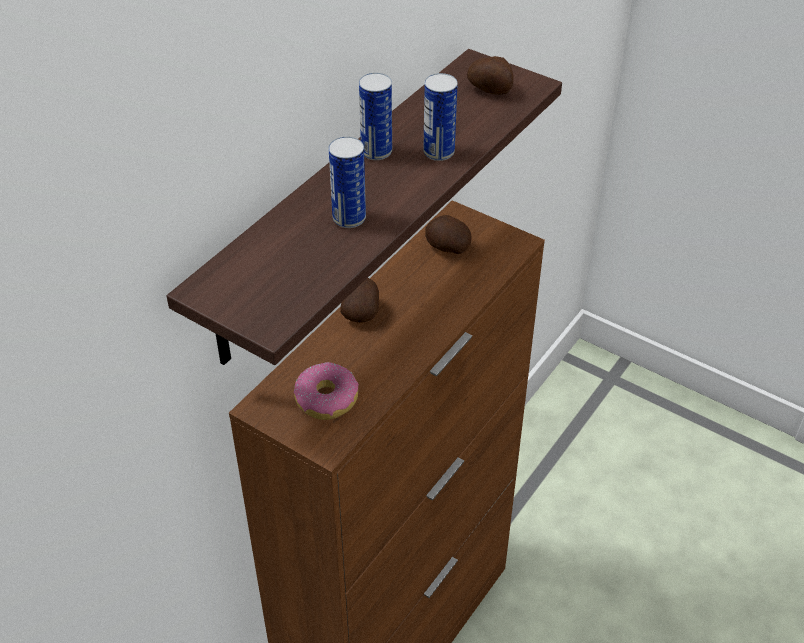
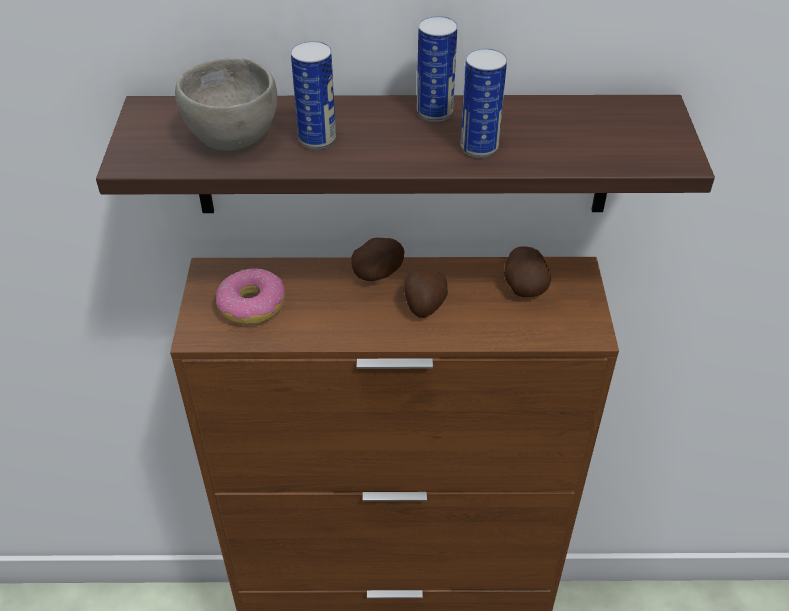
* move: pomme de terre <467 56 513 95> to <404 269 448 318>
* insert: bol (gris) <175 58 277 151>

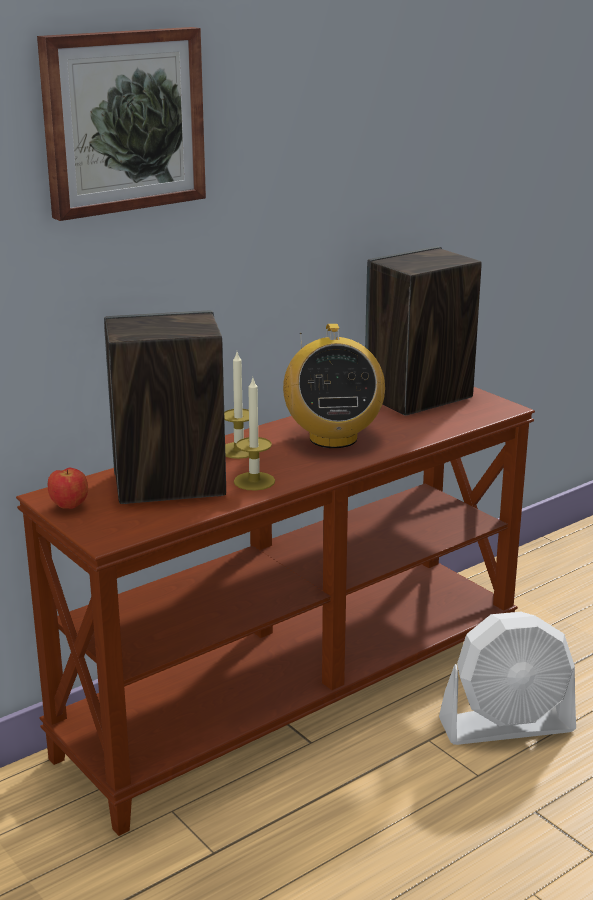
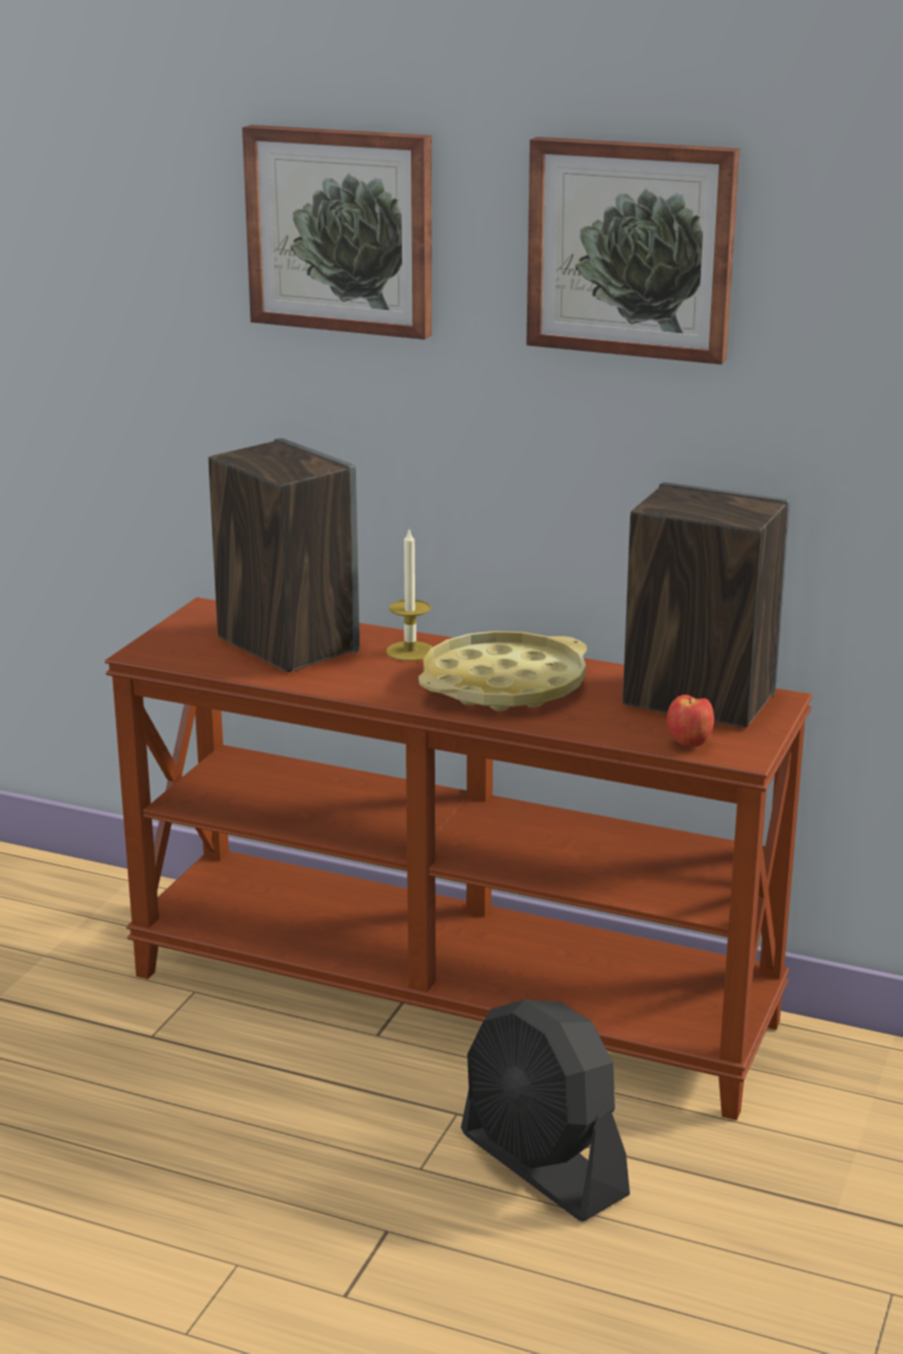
* move: pomme <48 467 88 509> to <667 695 714 747>
* delete: bougie <234 376 275 491>
* replace: radio <283 324 385 448> to plateau (jaune) <419 631 587 711>
* recolor: ventilateur (blanc) <439 612 576 745> to ventilateur (noir) <461 1000 630 1222>
* insert: tableau <527 137 740 365>

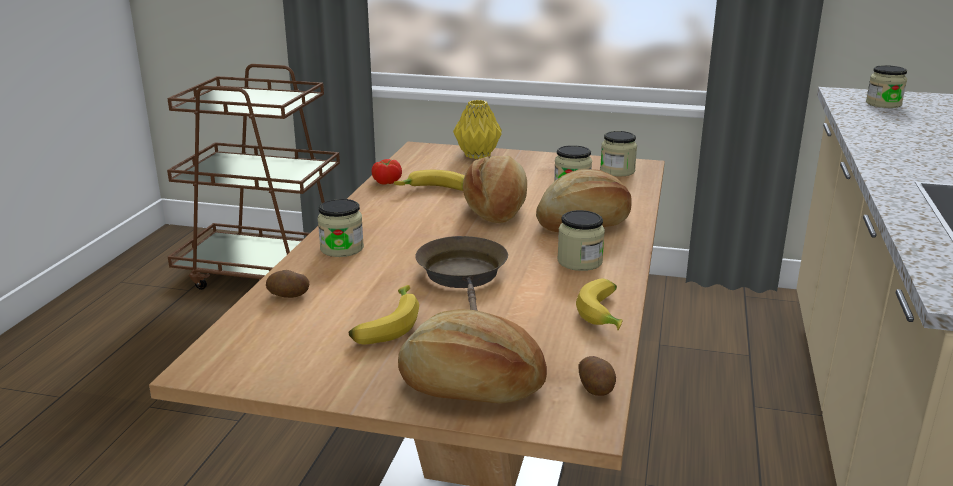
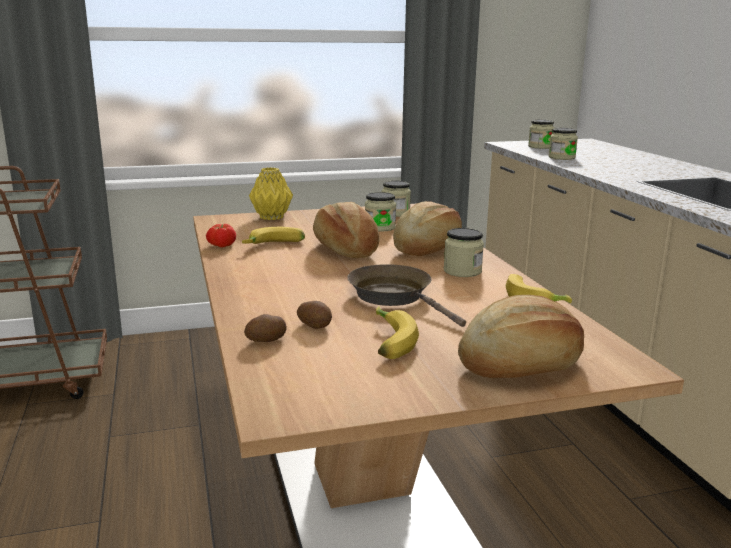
* move: bocal <318 199 364 257> to <549 128 578 160>
* move: pomme de terre <579 356 616 396> to <297 301 332 329>

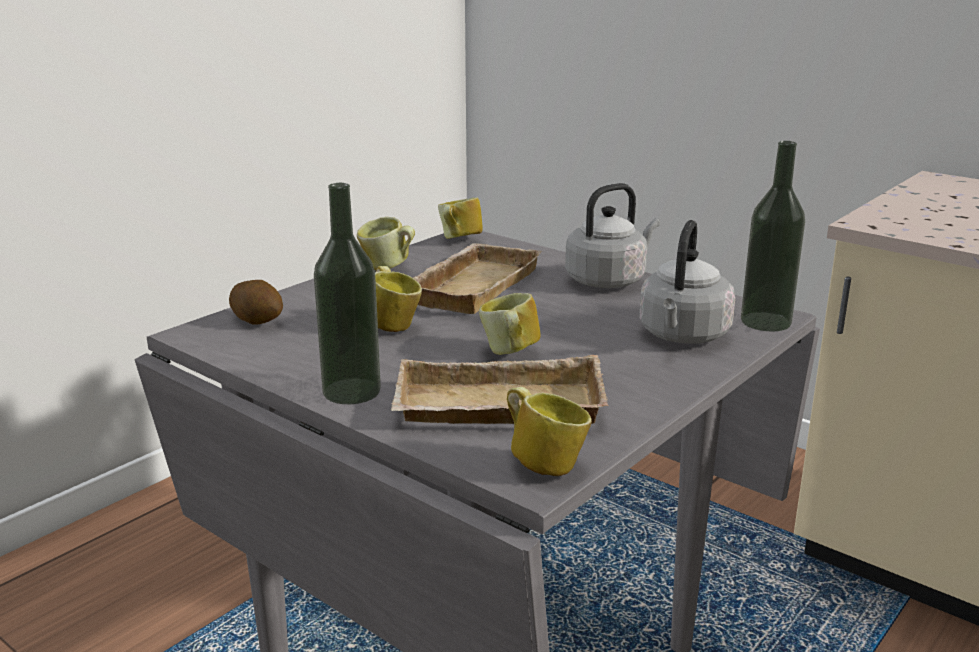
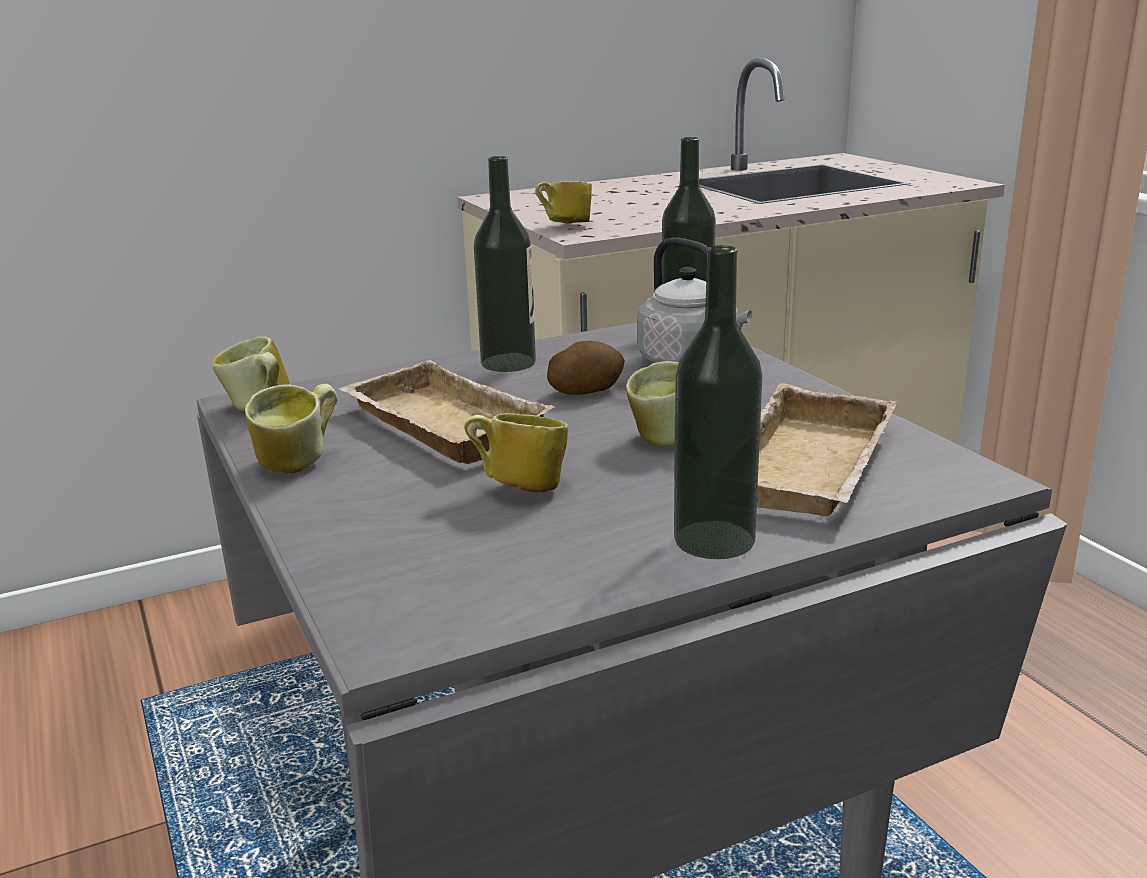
* move: pomme de terre <229 280 283 325> to <547 341 625 395>
* move: mug <507 387 592 476> to <535 181 592 224>
* replace: bouilloire (gris) <565 183 660 288> to bouteille <474 156 536 372>

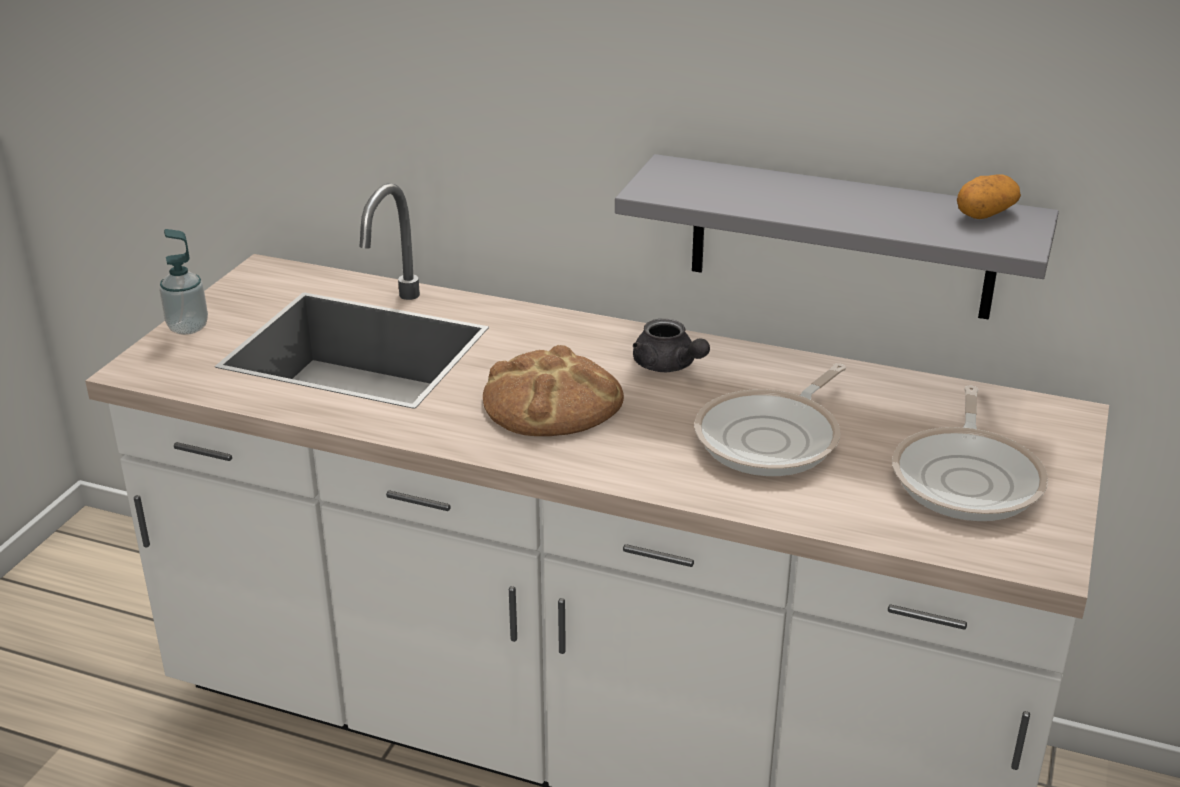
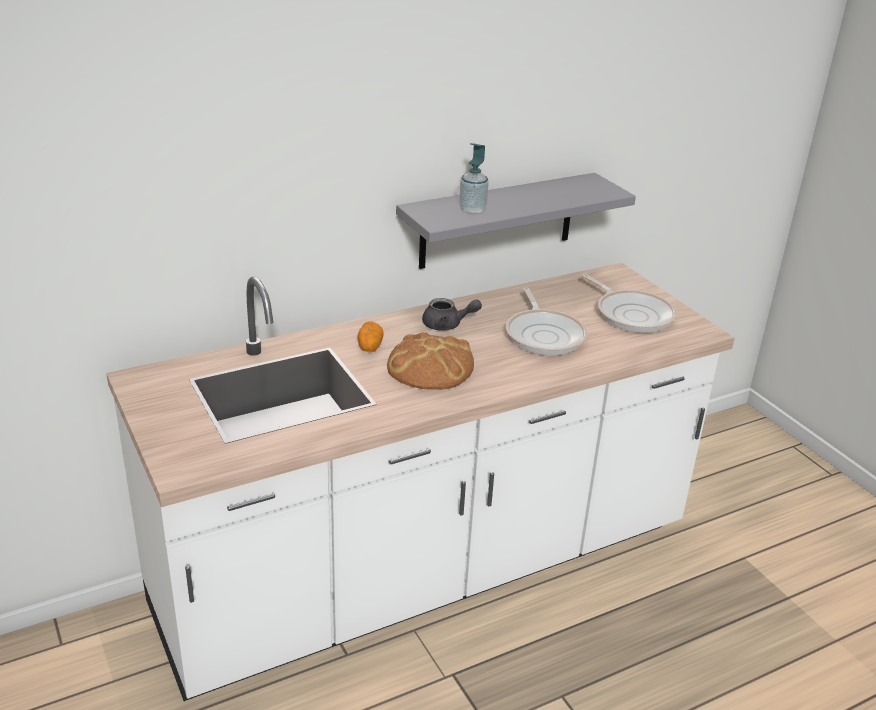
* move: distributeur de savon <159 229 208 335> to <459 143 489 214>
* move: pomme de terre <957 174 1021 219> to <357 321 384 352>

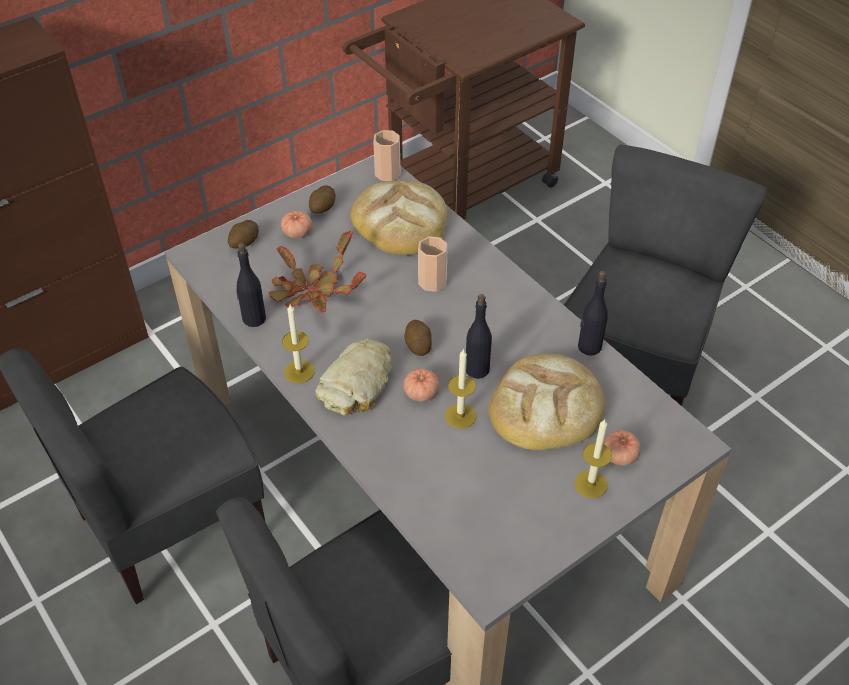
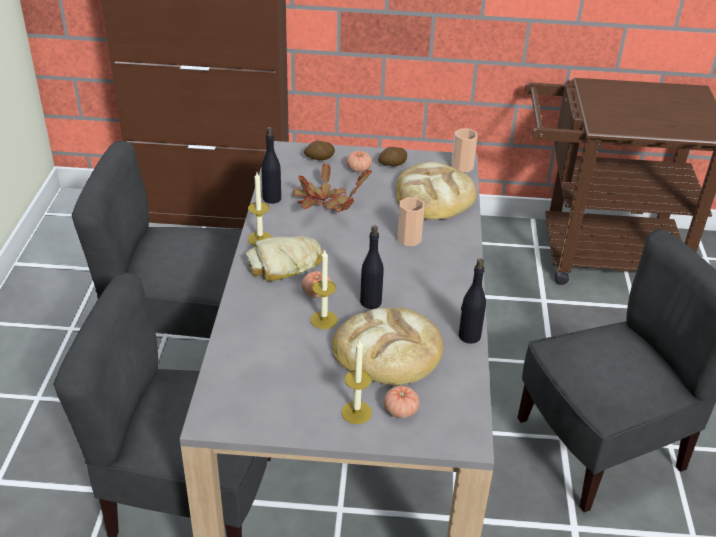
* delete: pomme de terre <404 320 432 356>

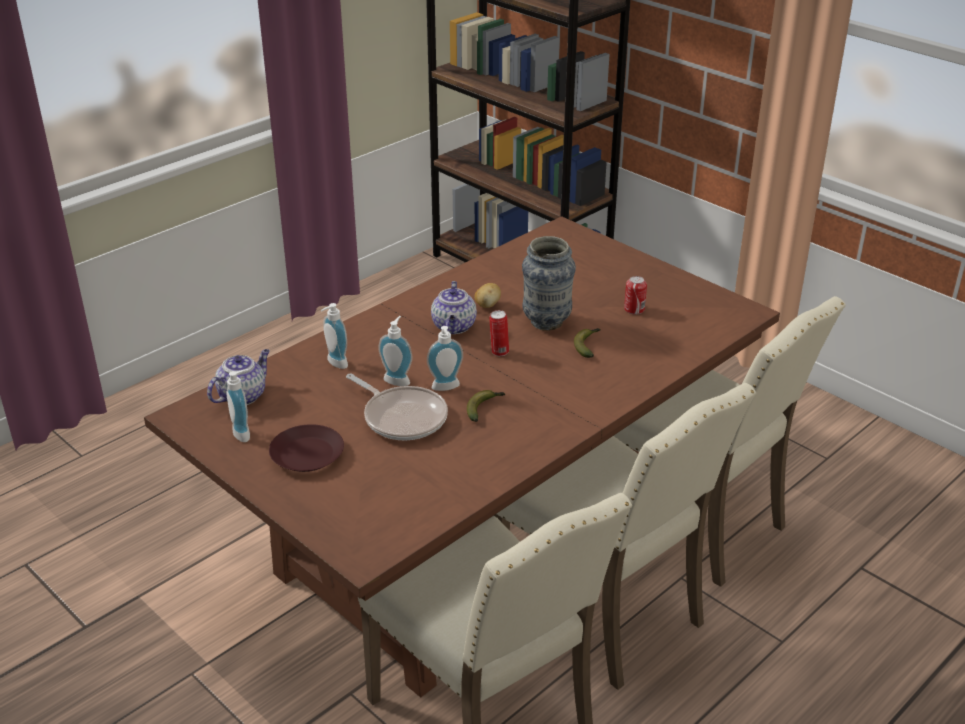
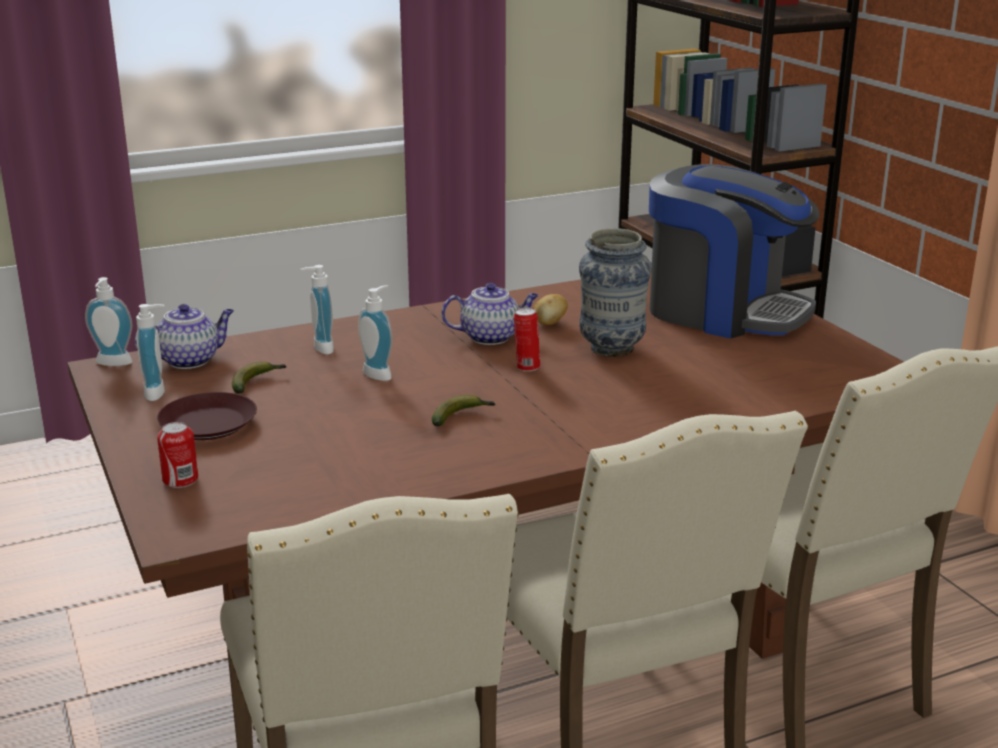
* delete: poêle <346 373 448 440>
* move: distributeur de savon <427 326 463 391> to <85 277 133 366>
* rotate: théière <431 281 477 334> = <441 283 539 345> 120 degrees counterclockwise
* move: banane <574 328 600 358> to <232 361 286 394>
* move: boîte métallique <624 276 647 315> to <157 422 198 488>
* insert: machine à café <649 164 819 339>

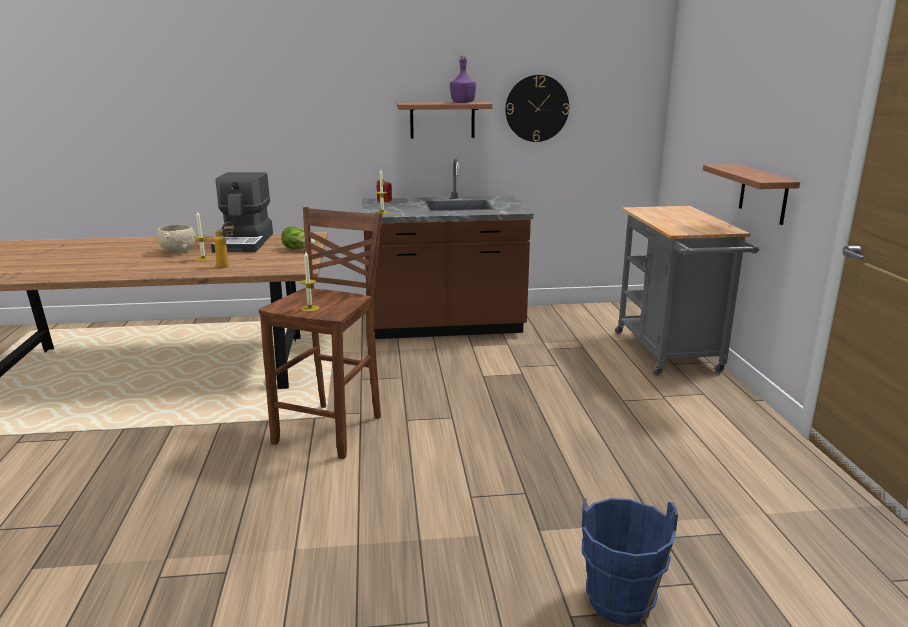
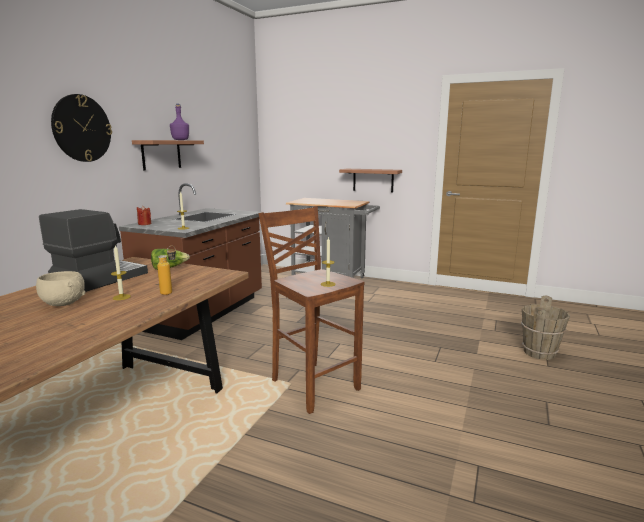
* rotate: machine à café <211 172 273 252> = <39 209 148 292> 90 degrees counterclockwise
* move: horloge murale <505 75 569 142> to <51 94 112 162>
* recolor: seau (bleu) <582 498 678 625> to seau (marron) <521 295 570 360>

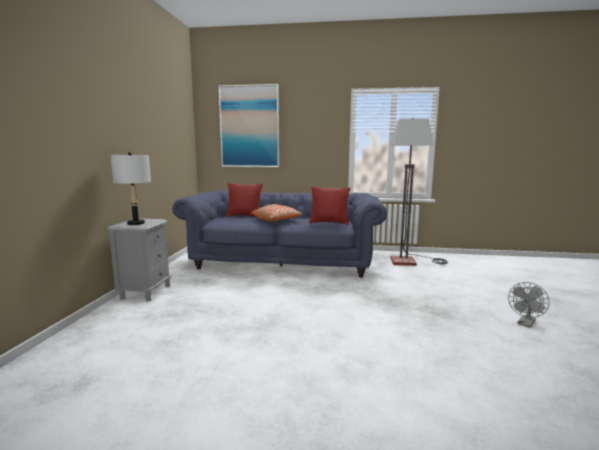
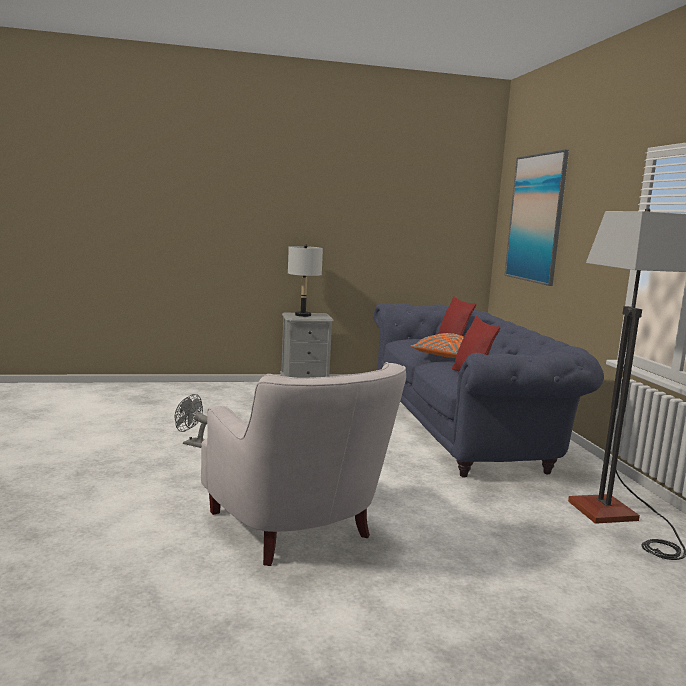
* move: ventilateur (gris) <508 282 549 328> to <175 394 207 448>
* insert: fauteuil (blanc) <201 362 406 566>

